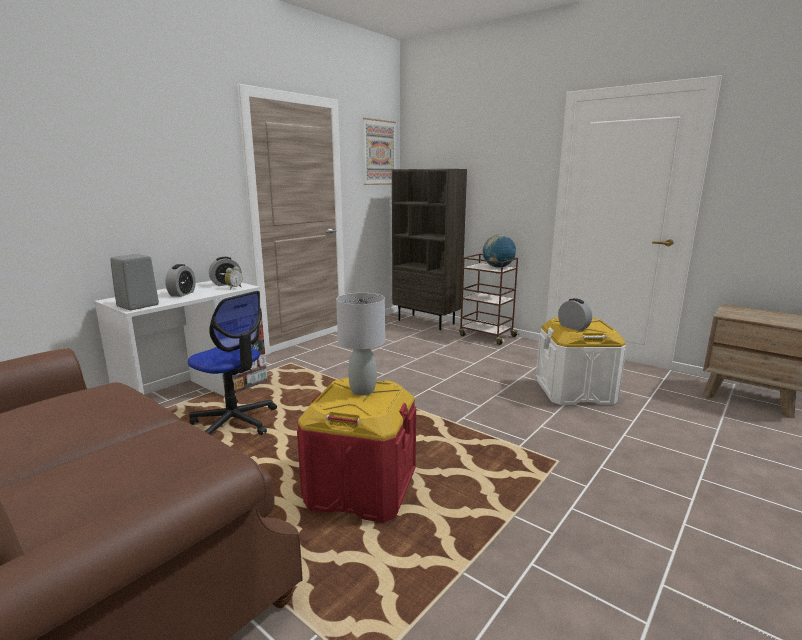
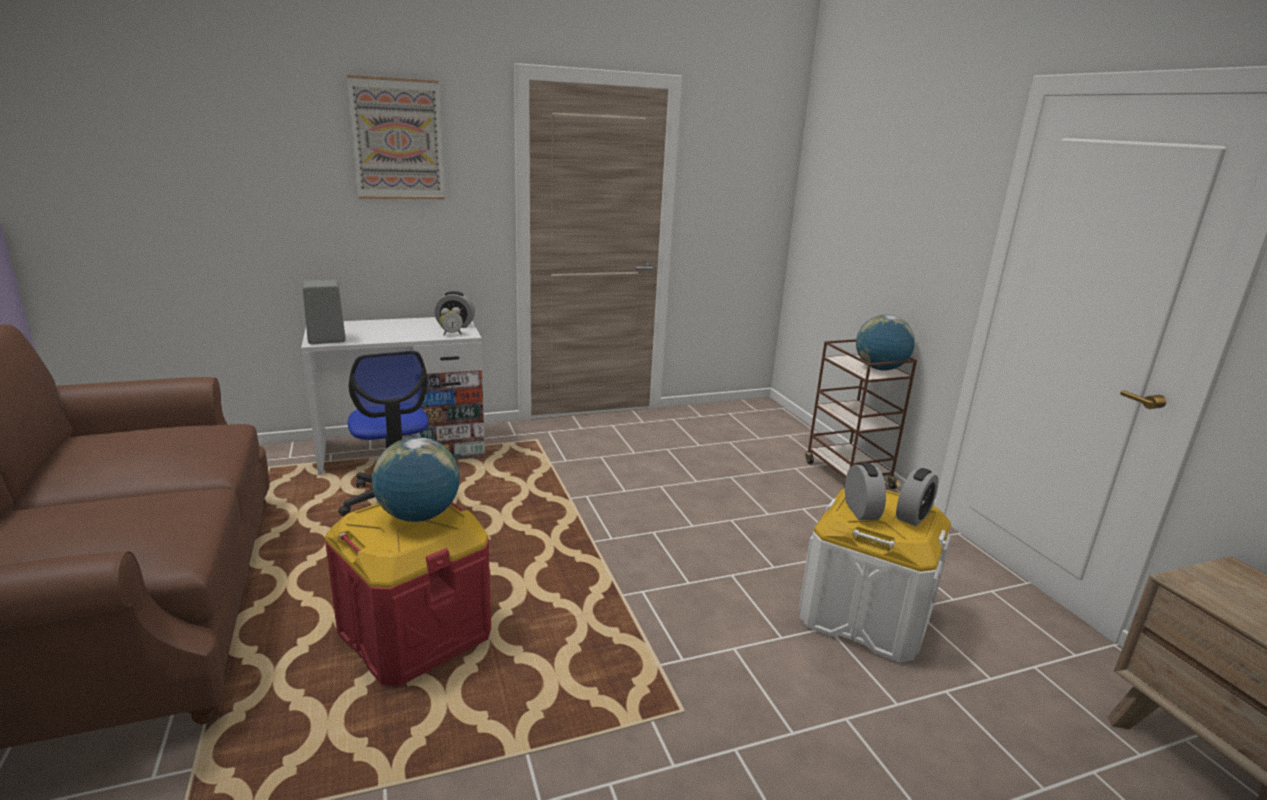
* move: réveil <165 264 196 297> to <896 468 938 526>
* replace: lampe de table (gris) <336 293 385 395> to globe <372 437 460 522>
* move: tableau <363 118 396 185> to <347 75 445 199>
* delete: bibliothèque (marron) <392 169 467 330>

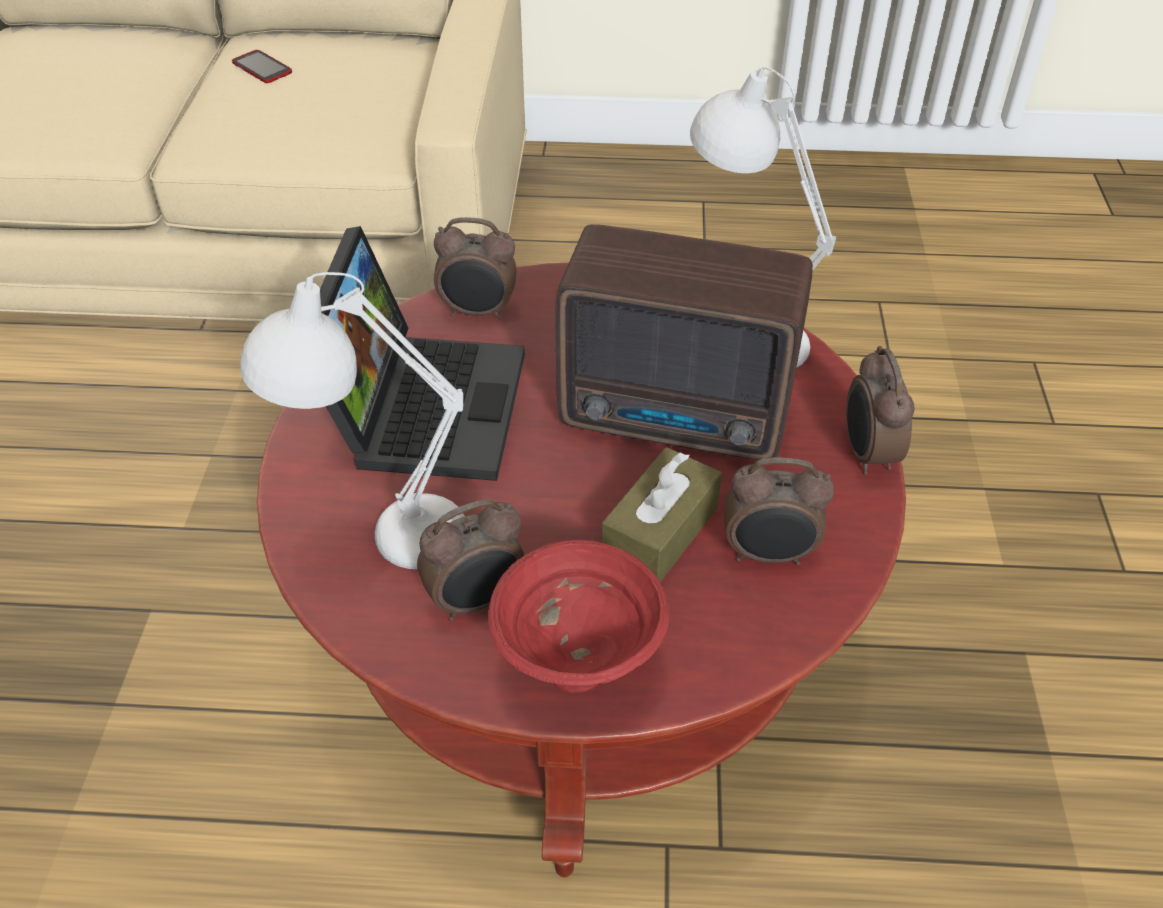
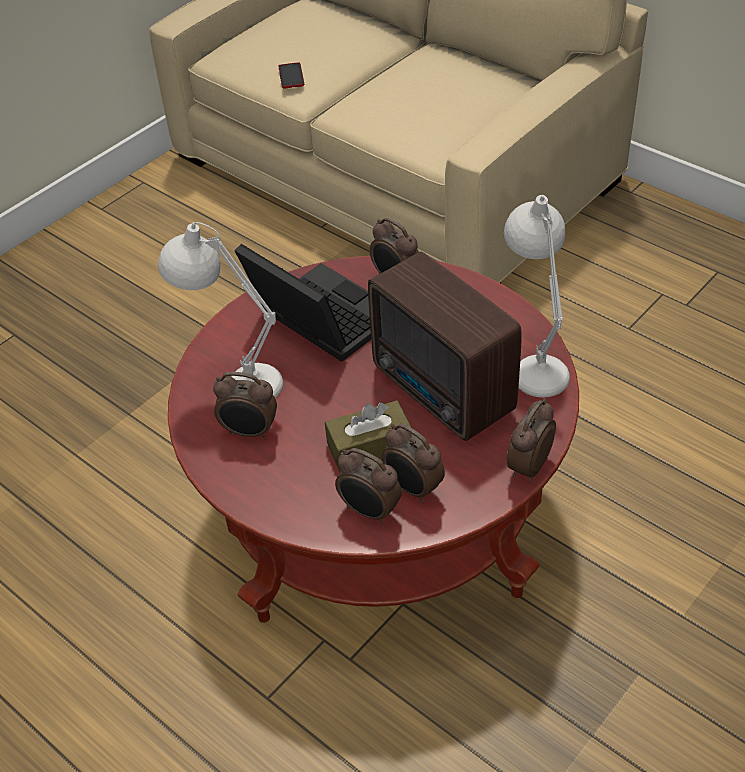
* move: téléphone <232 50 292 83> to <279 63 304 88>
* rotate: ordinateur portable <320 226 525 481> = <234 244 371 362> 90 degrees counterclockwise
* delete: bol (rouge) <488 540 669 693>
* insert: réveil <335 448 402 524>

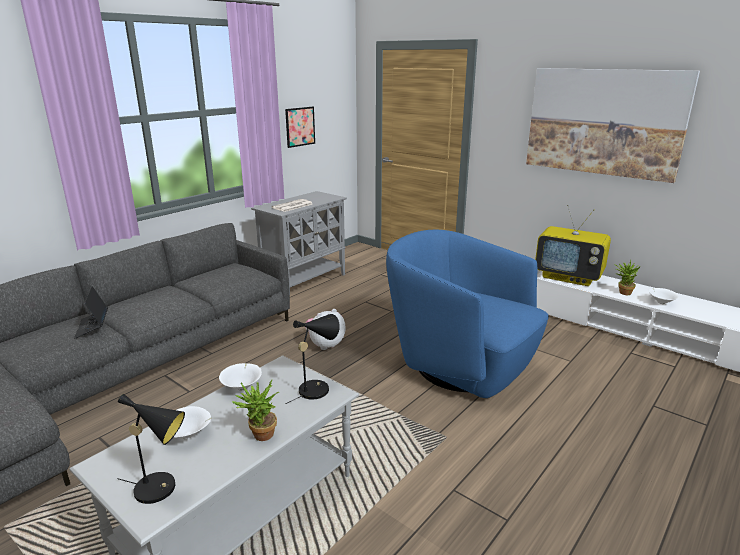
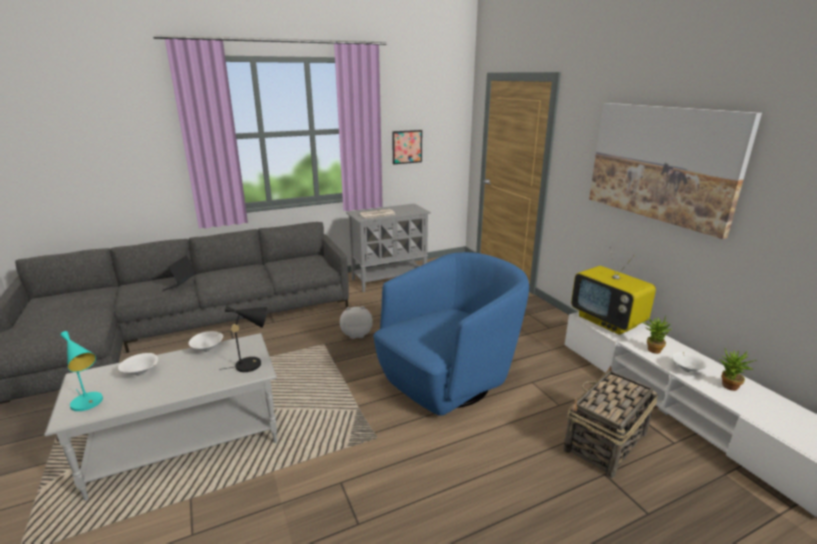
* recolor: lampe de table (noir) <117 394 185 504> to lampe de table (turquoise) <60 331 103 411>
* move: plante en pot <232 380 279 441> to <720 348 756 391>
* rotate: fauteuil (bleu) <386 230 549 398> = <373 252 529 416> 75 degrees clockwise
* insert: panier <563 366 658 478>

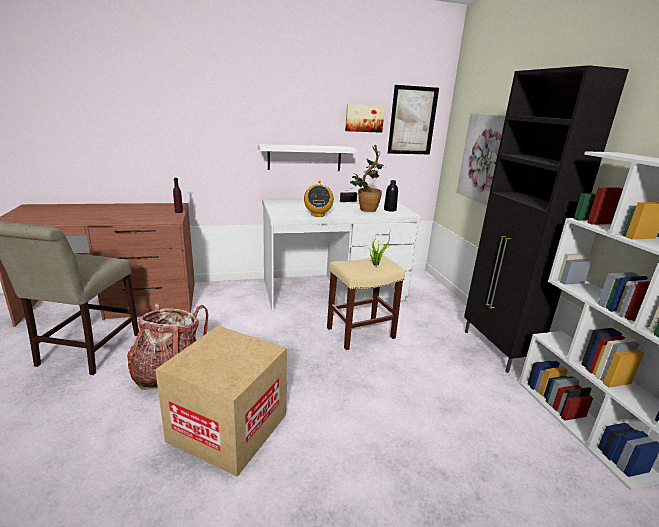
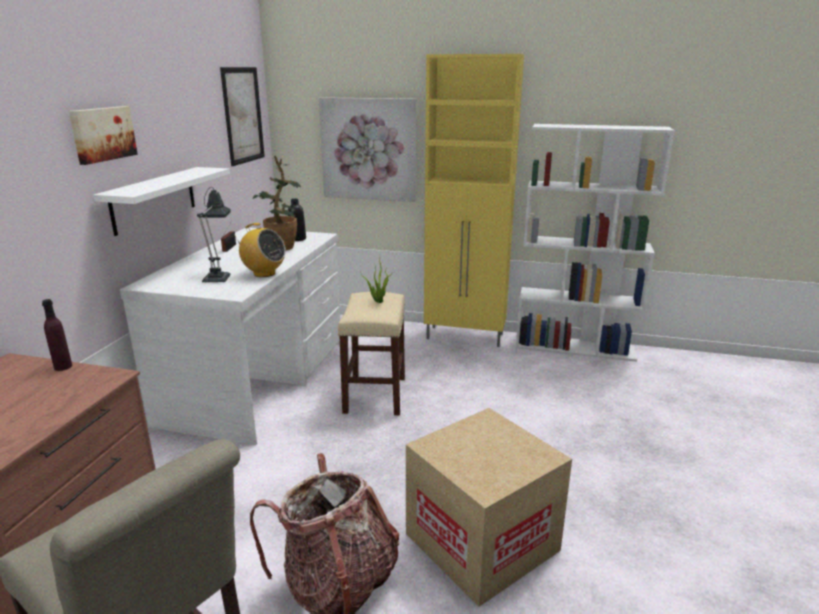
* move: tableau <345 104 385 133> to <69 106 138 165>
* recolor: meuble de rangement (noir) <464 65 629 373> to meuble de rangement (jaune) <424 54 524 347>
* insert: lampe de table <197 187 231 283>

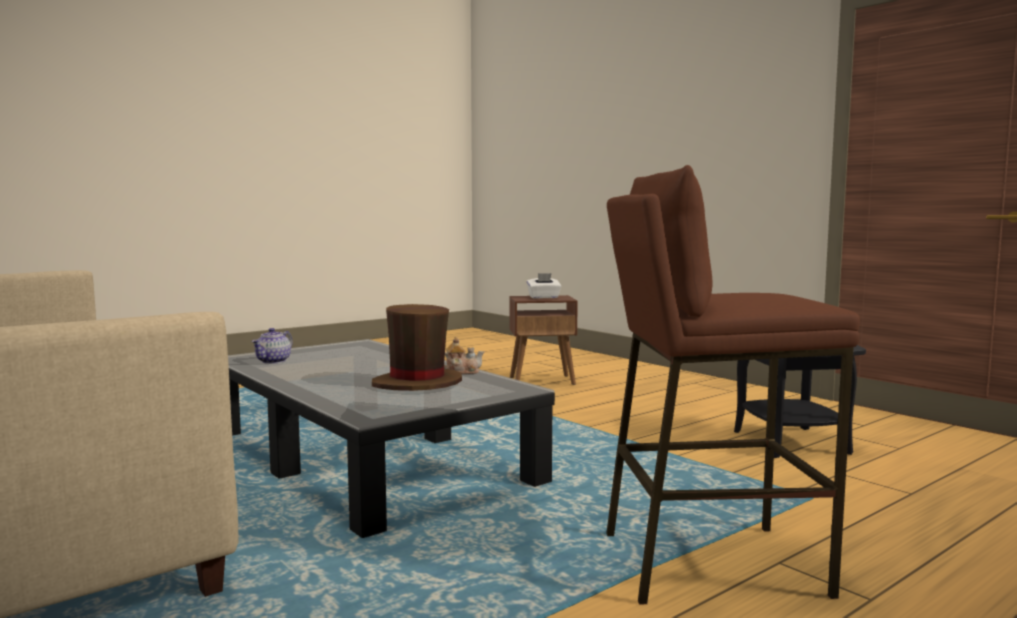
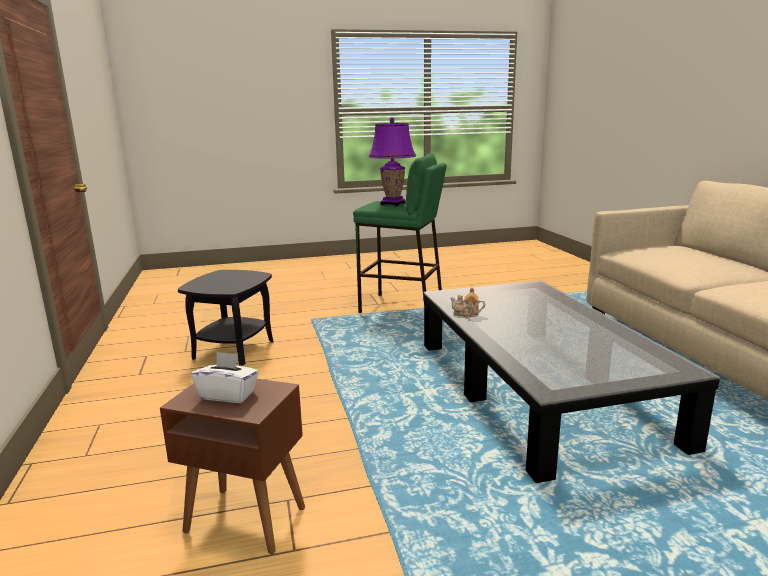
* delete: théière <251 328 293 364>
* delete: chapeau (marron) <372 304 462 391>
* recolor: tabouret (marron) <606 165 860 605> to tabouret (vert) <353 153 447 313>
* insert: lampe de table (violet) <369 117 416 206>

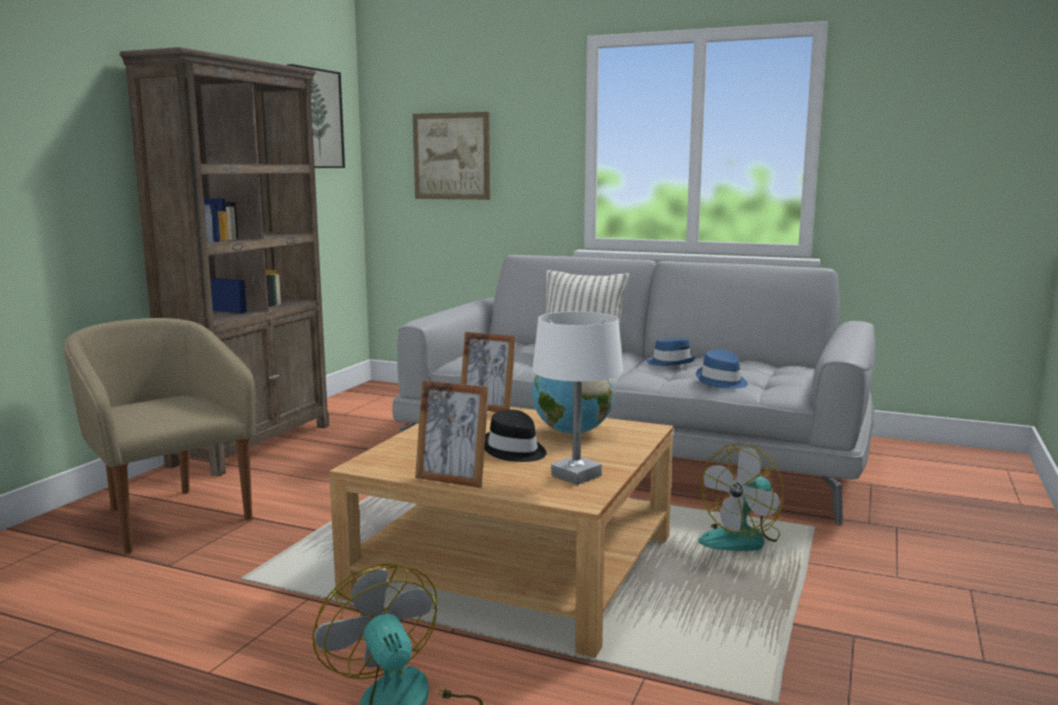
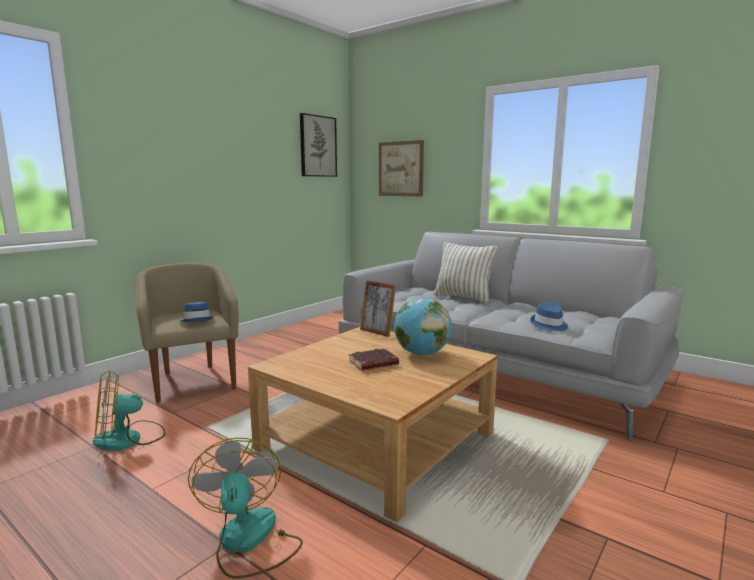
* delete: bibliothèque (marron) <119 47 329 477>
* delete: cadre photo <415 380 489 488>
* replace: chapeau (noir) <484 410 547 462> to livre (marron) <349 348 399 371>
* delete: lampe de table (blanc) <532 311 623 485>
* move: chapeau (bleu) <646 338 696 366> to <180 302 213 322>
* move: ventilateur <698 443 784 551> to <93 370 166 451>

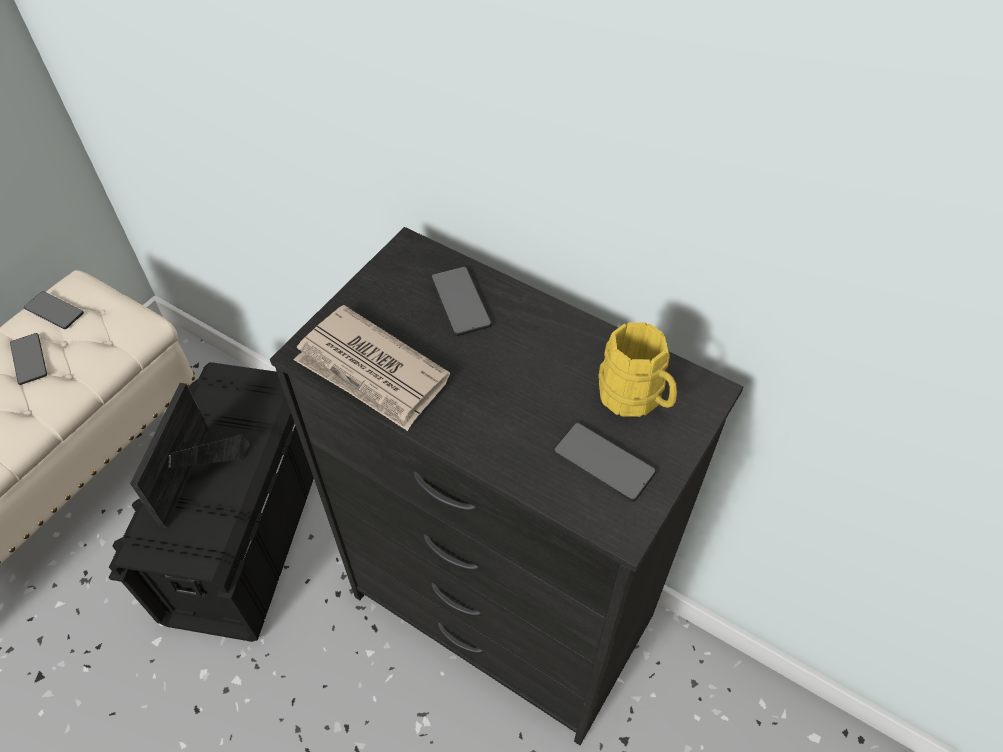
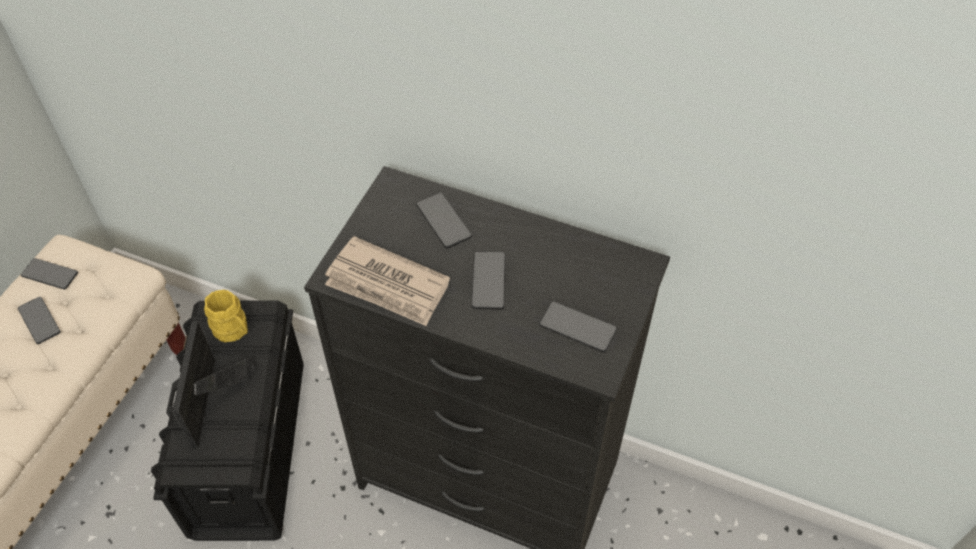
* move: mug (jaune) <598 322 677 417> to <204 290 248 342>
* insert: téléphone <472 251 506 309>

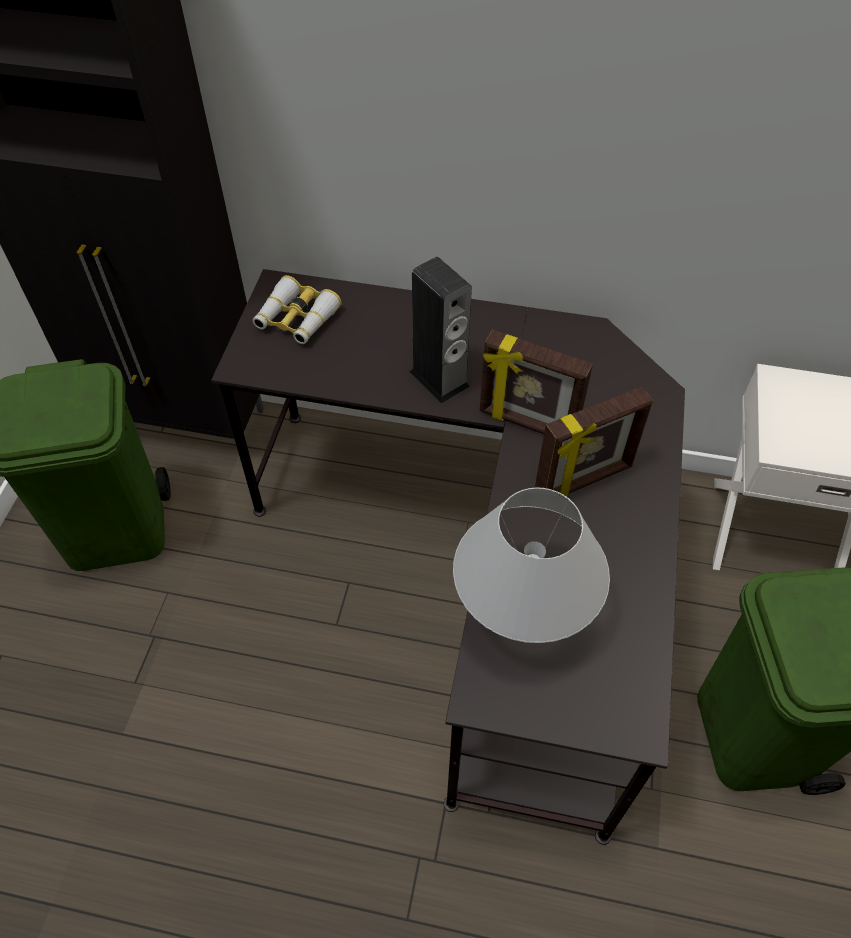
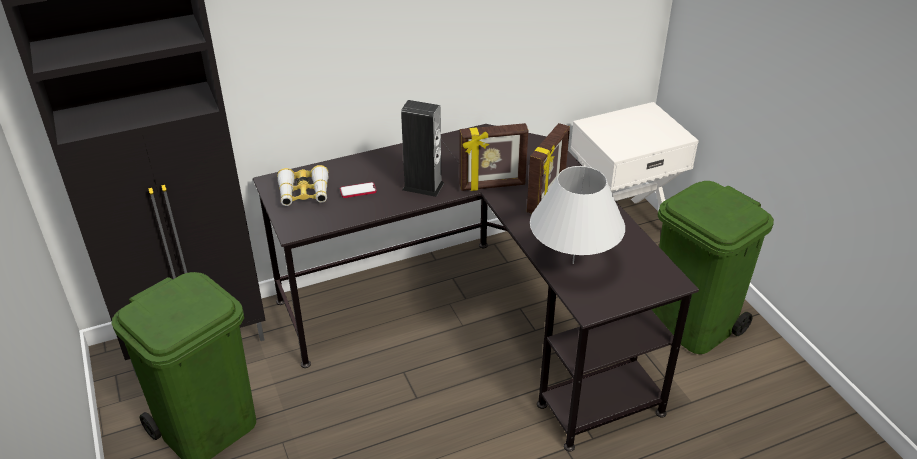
* insert: téléphone <340 182 377 198>

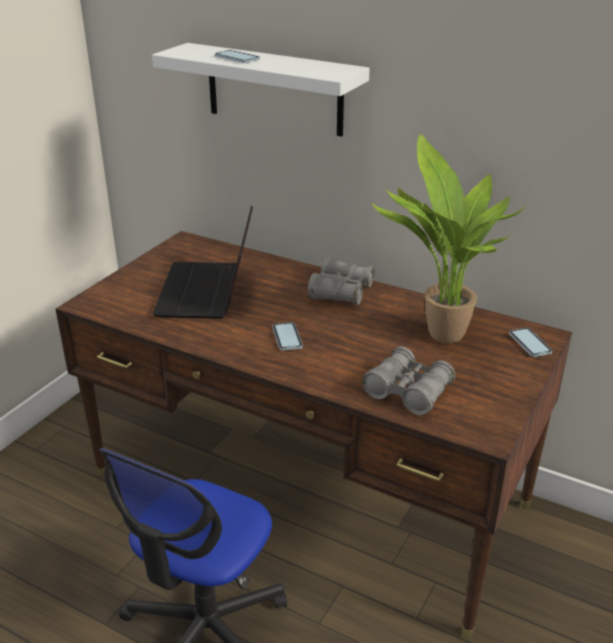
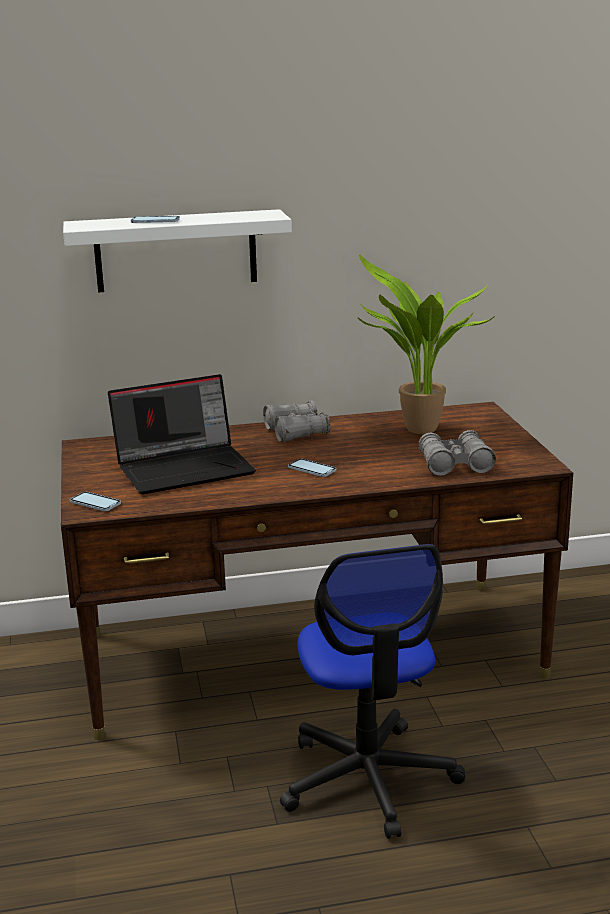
* rotate: ordinateur portable <153 206 253 319> = <108 374 256 494> 75 degrees counterclockwise
* move: téléphone <509 328 552 357> to <70 492 121 511>

